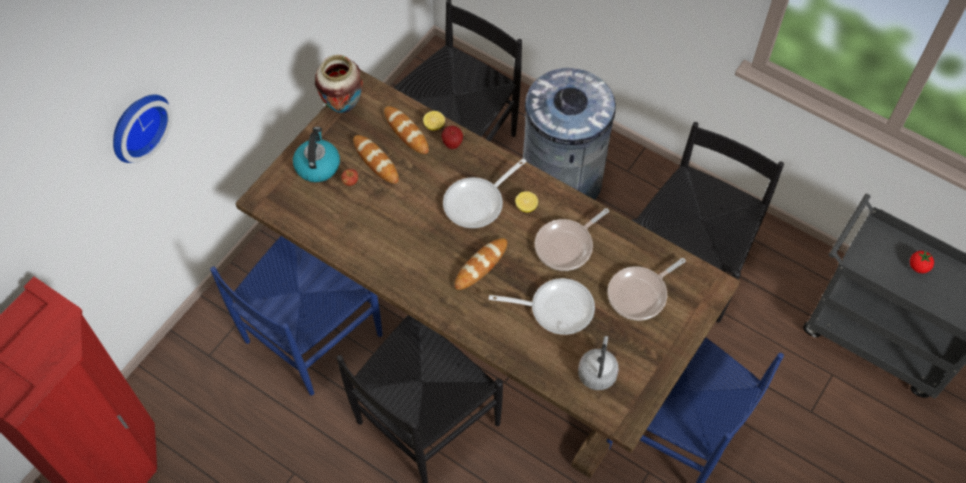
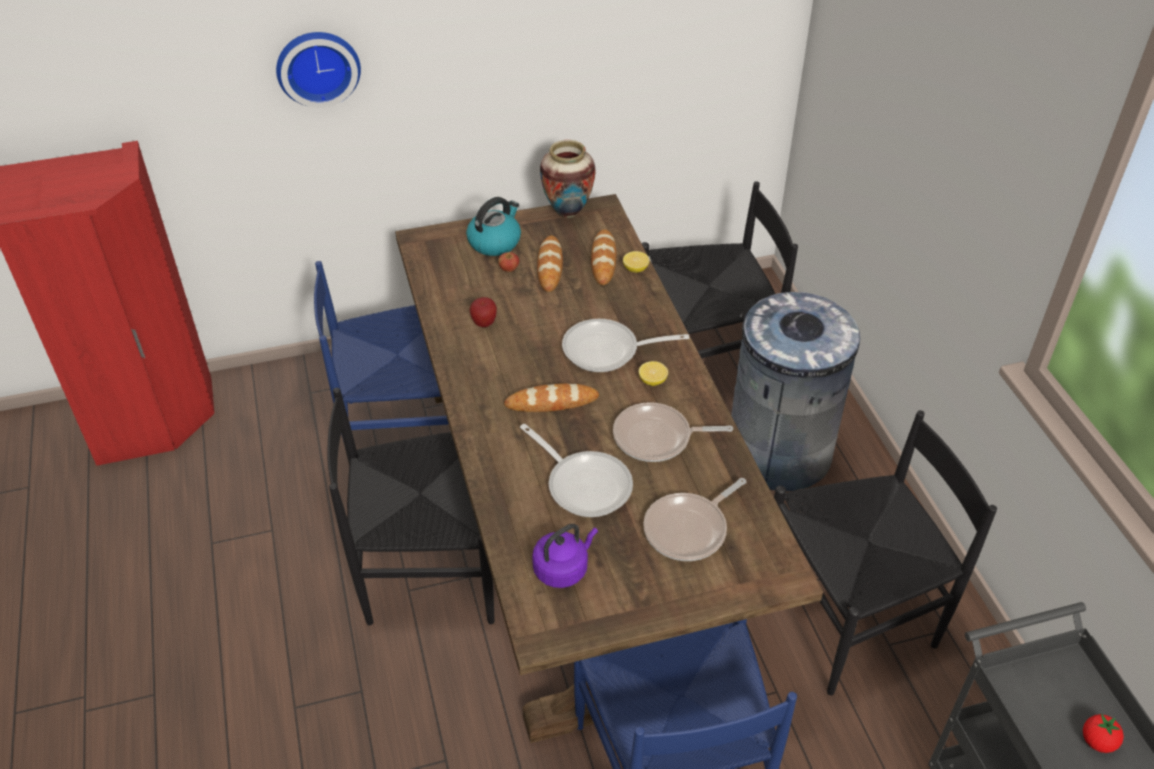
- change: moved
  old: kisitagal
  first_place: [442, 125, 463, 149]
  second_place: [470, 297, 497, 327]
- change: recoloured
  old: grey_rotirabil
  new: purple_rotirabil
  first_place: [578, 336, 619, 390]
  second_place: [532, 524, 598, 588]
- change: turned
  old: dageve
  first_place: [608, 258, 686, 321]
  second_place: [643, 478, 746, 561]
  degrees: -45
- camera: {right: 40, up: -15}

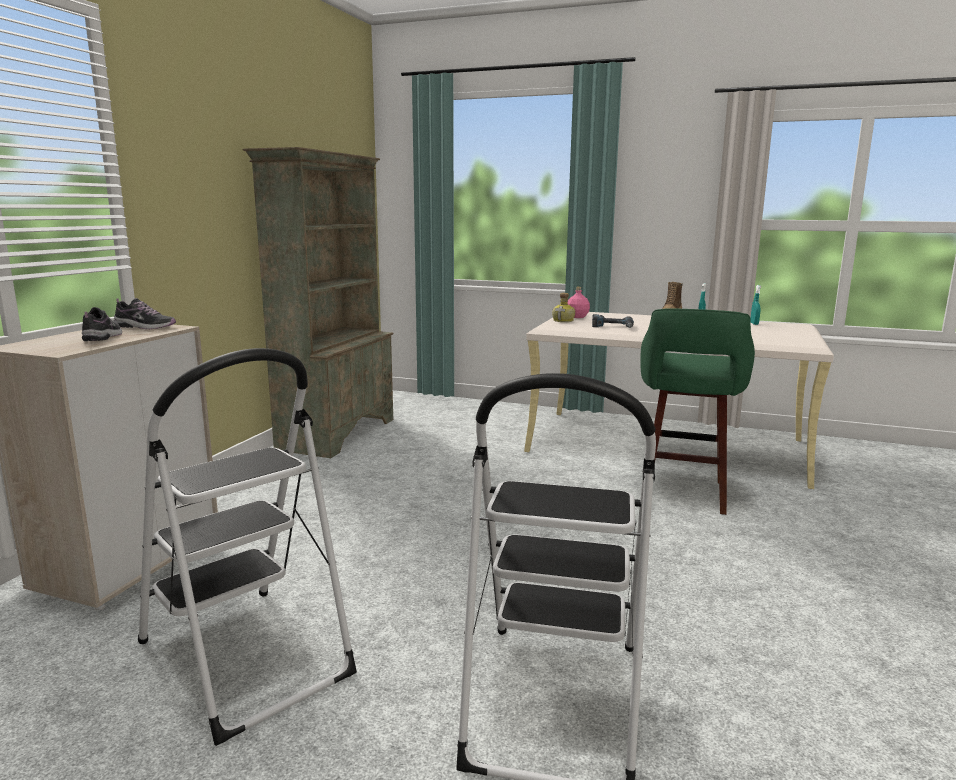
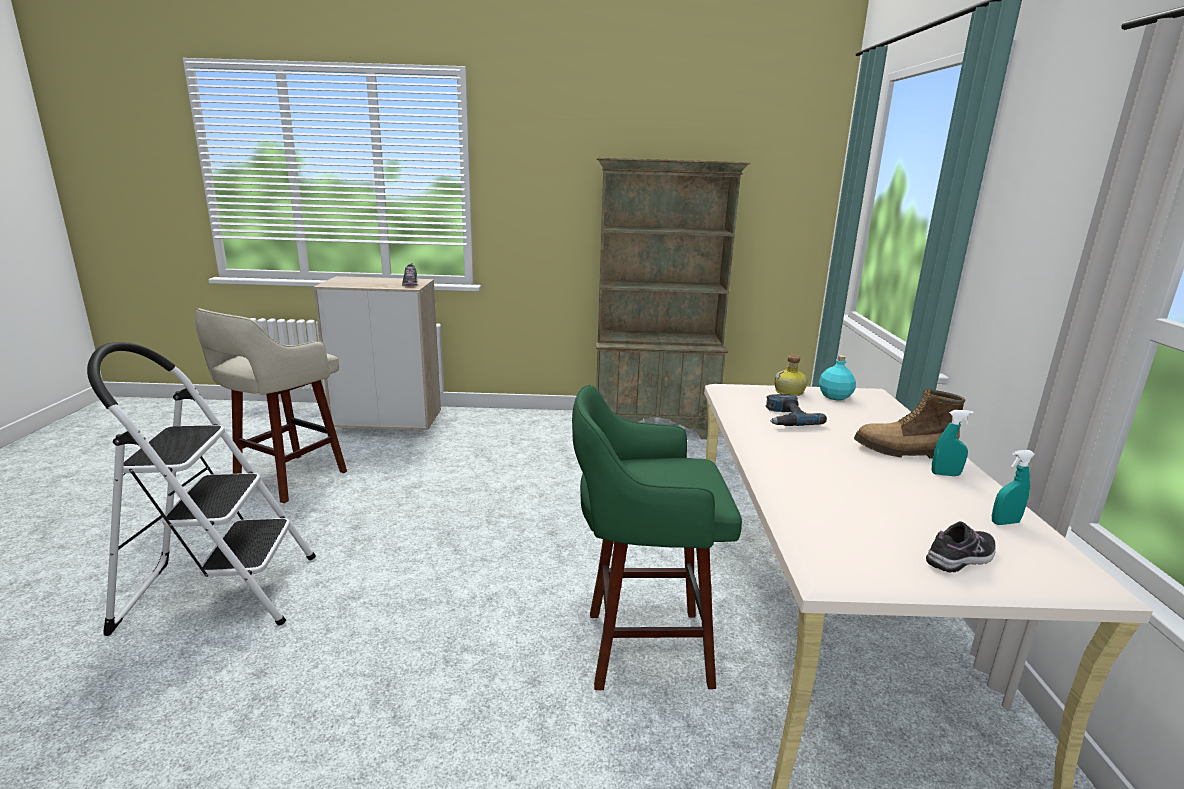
- change: replaced
  old: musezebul
  new: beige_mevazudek
  first_place: [138, 348, 357, 746]
  second_place: [195, 308, 347, 503]
- change: recoloured
  old: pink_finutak
  new: turquoise_finutak
  first_place: [568, 287, 590, 318]
  second_place: [819, 355, 856, 400]
- change: moved
  old: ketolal
  first_place: [82, 307, 122, 341]
  second_place: [926, 521, 996, 573]
- camera: {right: 70, up: 5}

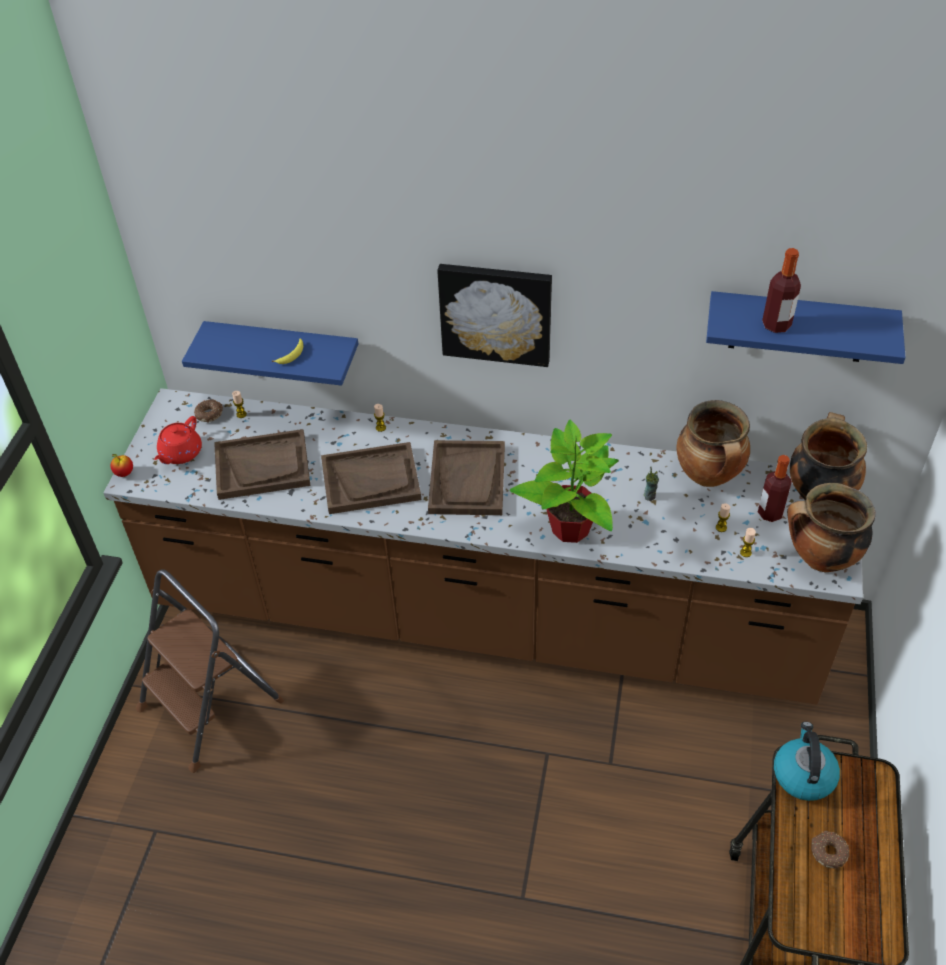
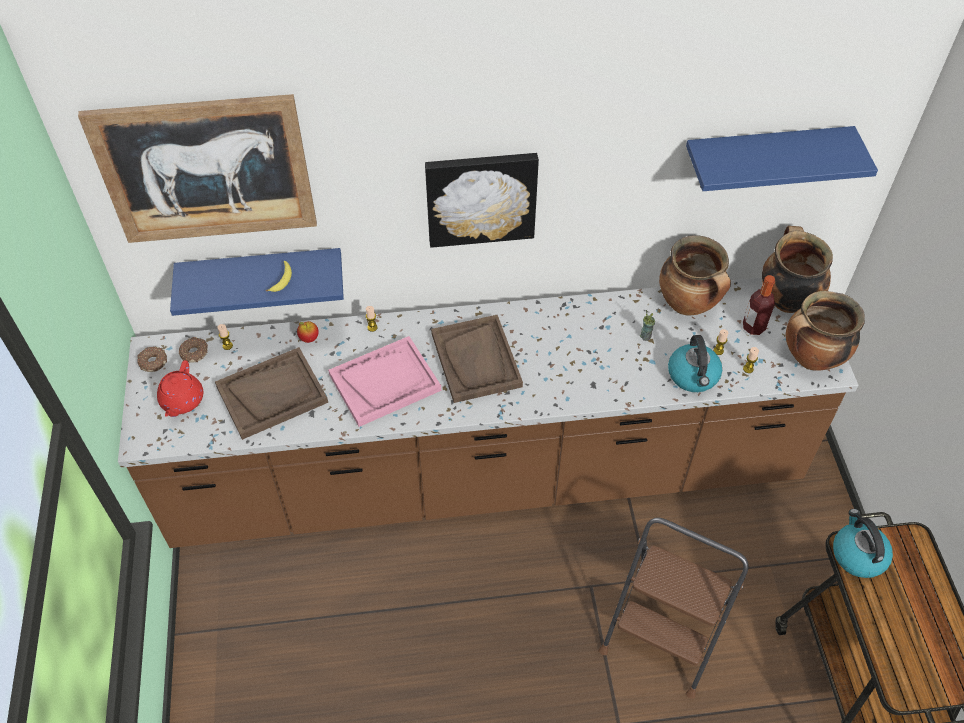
- change: added
  new: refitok
  second_place: [78, 94, 317, 243]
- change: moved
  old: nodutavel
  first_place: [811, 831, 849, 869]
  second_place: [137, 346, 167, 372]
- change: moved
  old: kisitagal
  first_place: [111, 454, 133, 477]
  second_place: [297, 321, 319, 343]
- change: recoloured
  old: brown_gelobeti
  new: pink_gelobeti
  first_place: [321, 442, 421, 514]
  second_place: [328, 336, 441, 427]
- change: moved
  old: brown_musezebul
  first_place: [136, 569, 284, 773]
  second_place: [598, 517, 749, 699]
- change: added
  new: rotirabil
  second_place: [668, 335, 722, 392]
- change: removed
  old: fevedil
  first_place: [510, 419, 619, 543]
- change: removed
  old: finutak
  first_place: [762, 248, 801, 333]
- camera: {right: -20, up: 5}

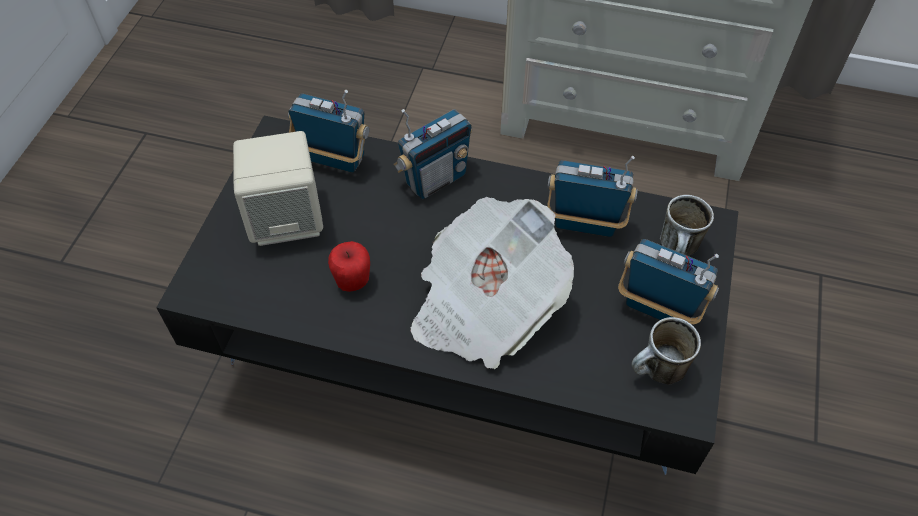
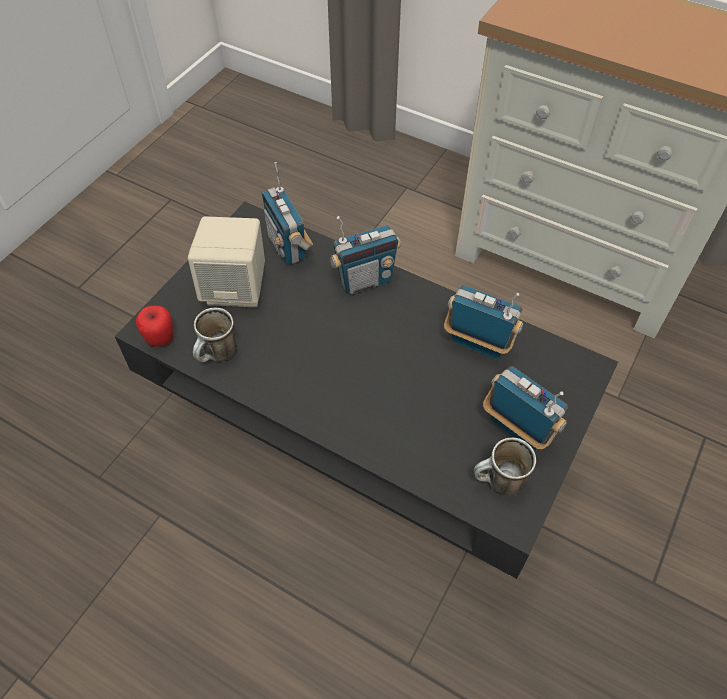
- change: moved
  old: kisitagal
  first_place: [328, 241, 370, 292]
  second_place: [136, 306, 173, 347]
- change: moved
  old: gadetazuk
  first_place: [660, 195, 714, 256]
  second_place: [193, 308, 237, 362]
- change: turned
  old: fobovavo
  first_place: [288, 90, 369, 173]
  second_place: [262, 162, 313, 265]
  degrees: -150
- change: removed
  old: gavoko
  first_place: [411, 197, 574, 369]
- camera: {right: 15, up: 0}

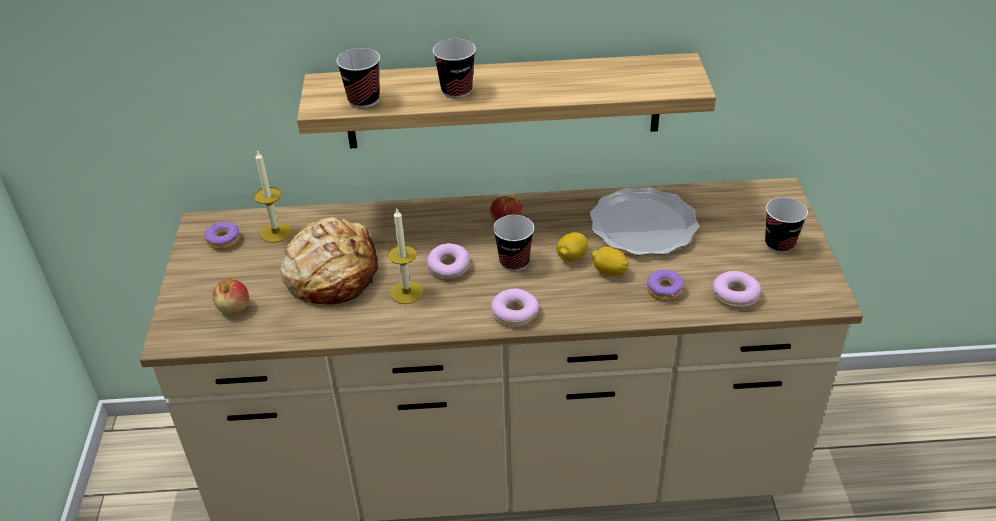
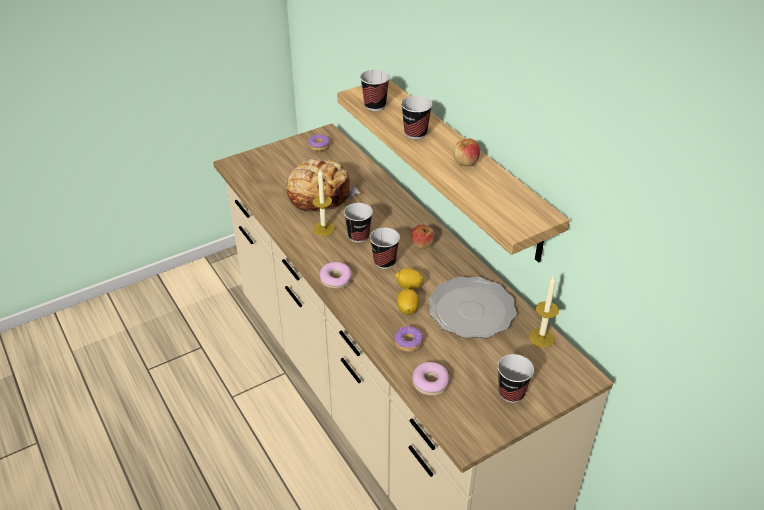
- change: replaced
  old: nodutavel
  new: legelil
  first_place: [427, 243, 470, 279]
  second_place: [344, 203, 373, 243]
- change: moved
  old: kisitagal
  first_place: [212, 279, 249, 315]
  second_place: [453, 138, 480, 166]
- change: moved
  old: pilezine
  first_place: [254, 150, 292, 243]
  second_place: [529, 276, 559, 348]
- camera: {right: 60, up: 0}

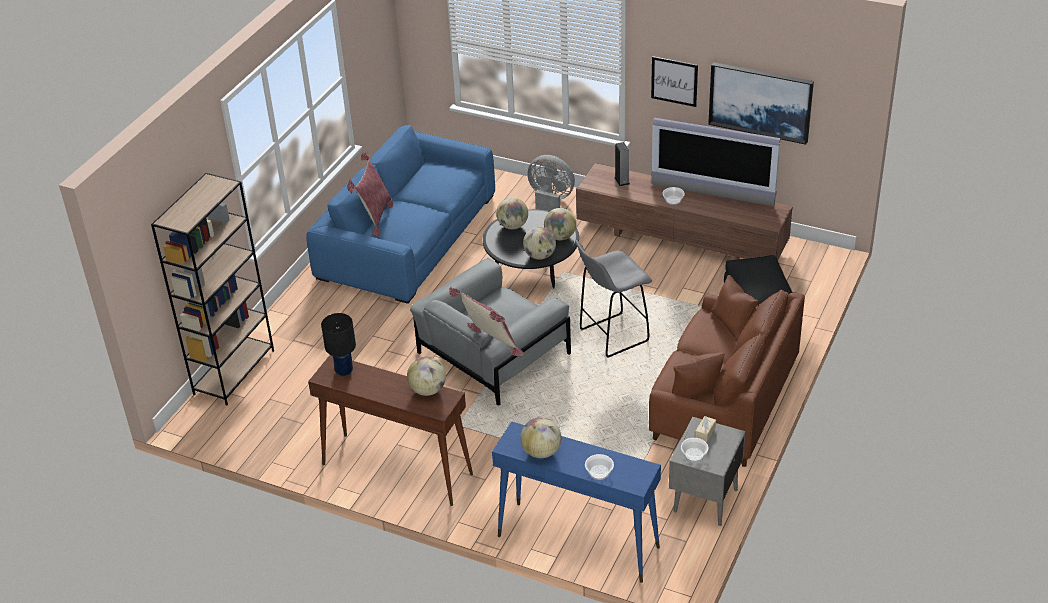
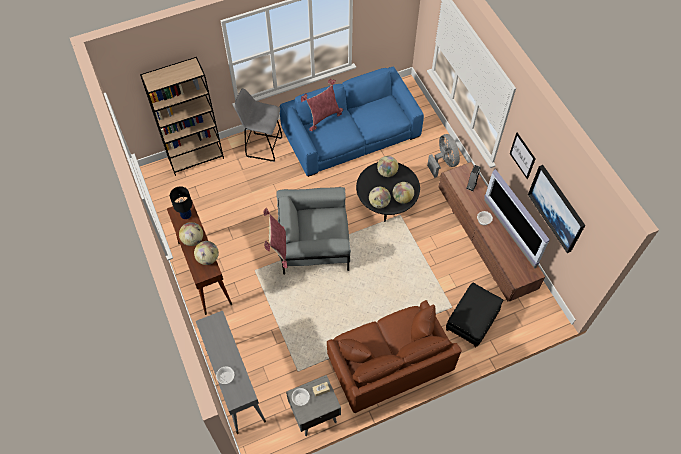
- change: moved
  old: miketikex
  first_place: [520, 417, 561, 458]
  second_place: [179, 222, 203, 246]
- change: recoloured
  old: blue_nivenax
  new: grey_nivenax
  first_place: [492, 421, 661, 583]
  second_place: [196, 311, 266, 434]
- change: moved
  old: grey_mevazudek
  first_place: [575, 240, 652, 358]
  second_place: [235, 88, 282, 162]
- camera: {right: 40, up: 20}

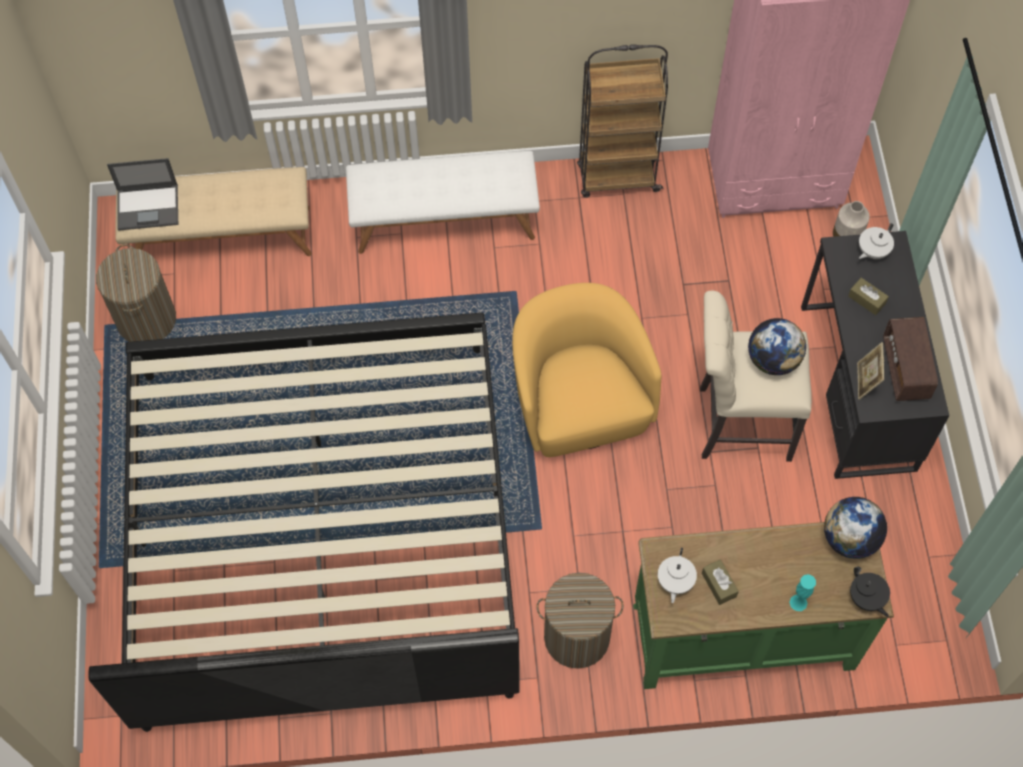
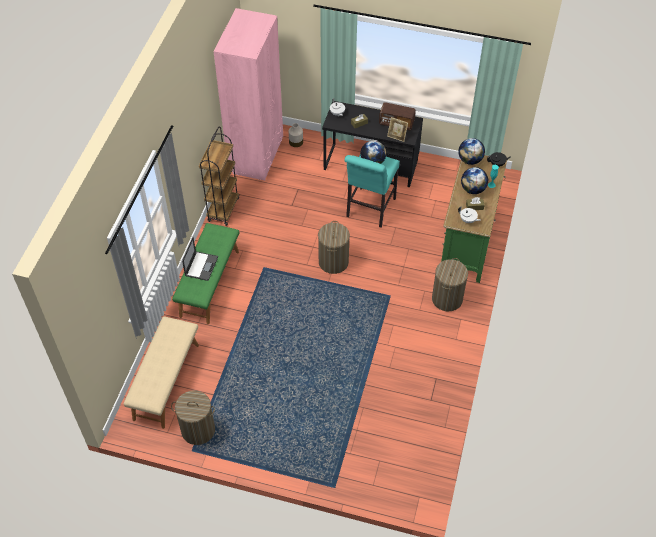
- change: recoloured
  old: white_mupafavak
  new: green_mupafavak
  first_place: [346, 151, 540, 254]
  second_place: [172, 223, 239, 324]
- change: moved
  old: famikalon
  first_place: [107, 158, 178, 231]
  second_place: [182, 237, 218, 281]
- change: replaced
  old: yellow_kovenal
  new: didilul
  first_place: [512, 283, 661, 457]
  second_place: [318, 221, 350, 274]
- change: recoloured
  old: beige_mevazudek
  new: turquoise_mevazudek
  first_place: [700, 291, 812, 462]
  second_place: [345, 155, 400, 228]
- change: added
  new: miketikex
  second_place: [461, 167, 488, 194]
- change: removed
  old: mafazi
  first_place: [89, 313, 520, 732]
- camera: {right: -70, up: -10}

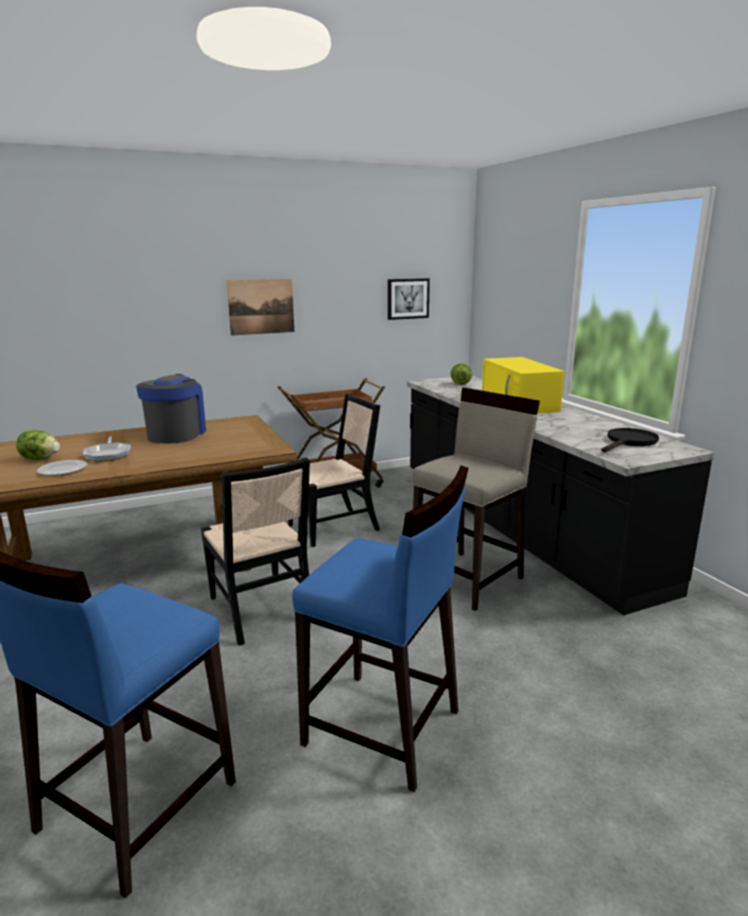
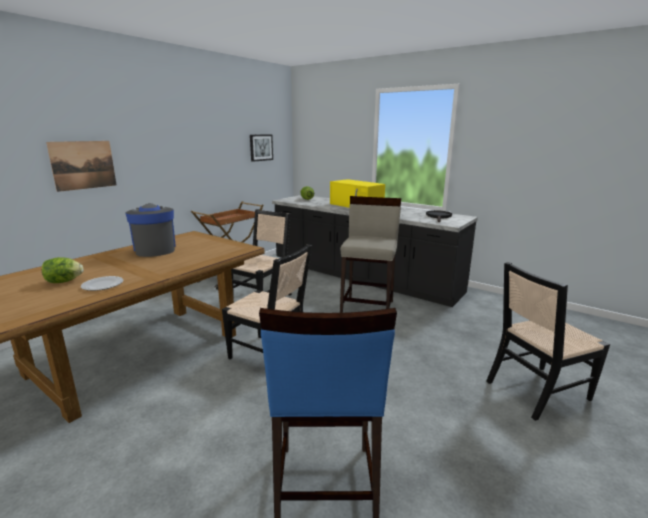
- change: moved
  old: refitok
  first_place: [226, 279, 294, 336]
  second_place: [46, 141, 117, 192]
- change: added
  new: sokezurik
  second_place: [486, 262, 610, 421]
- change: removed
  old: dageve
  first_place: [83, 436, 130, 462]
- change: removed
  old: blue_mevazudek
  first_place: [292, 466, 468, 792]
- camera: {right: -30, up: 0}

